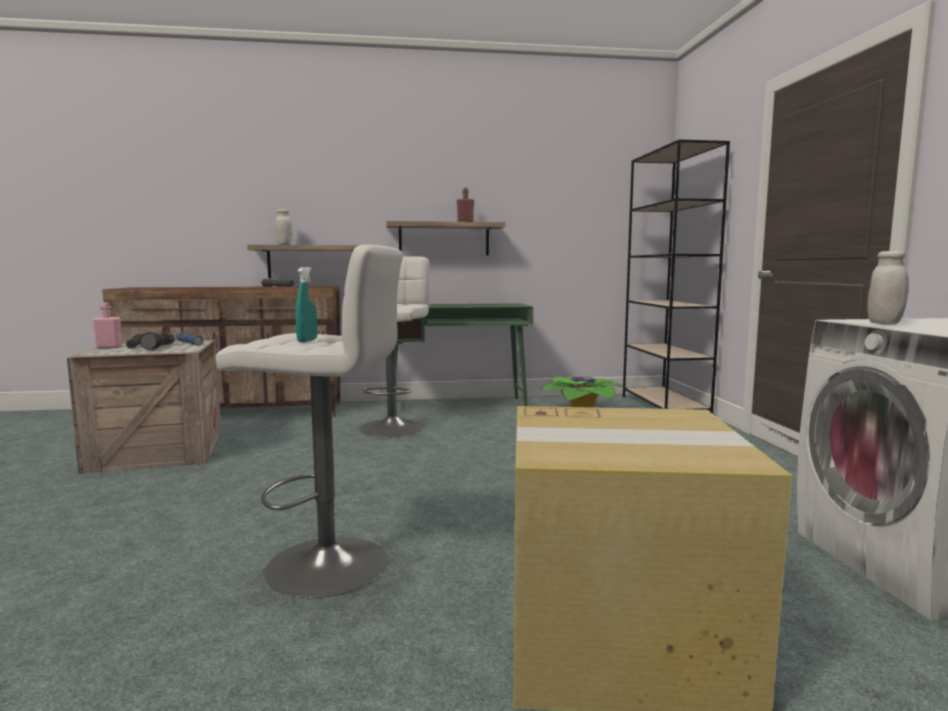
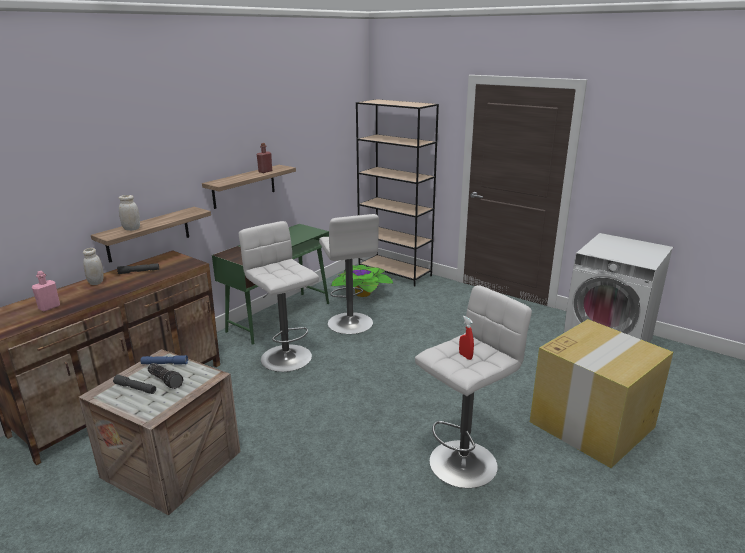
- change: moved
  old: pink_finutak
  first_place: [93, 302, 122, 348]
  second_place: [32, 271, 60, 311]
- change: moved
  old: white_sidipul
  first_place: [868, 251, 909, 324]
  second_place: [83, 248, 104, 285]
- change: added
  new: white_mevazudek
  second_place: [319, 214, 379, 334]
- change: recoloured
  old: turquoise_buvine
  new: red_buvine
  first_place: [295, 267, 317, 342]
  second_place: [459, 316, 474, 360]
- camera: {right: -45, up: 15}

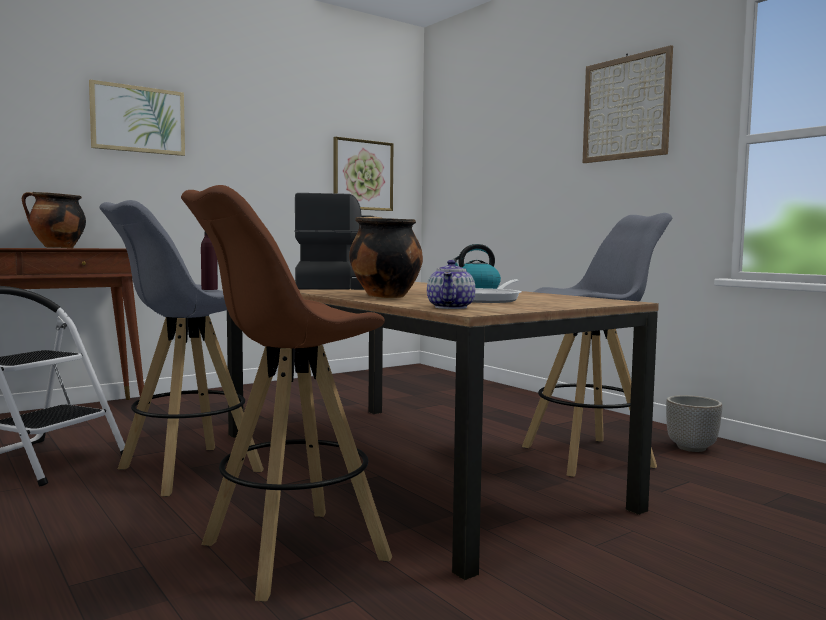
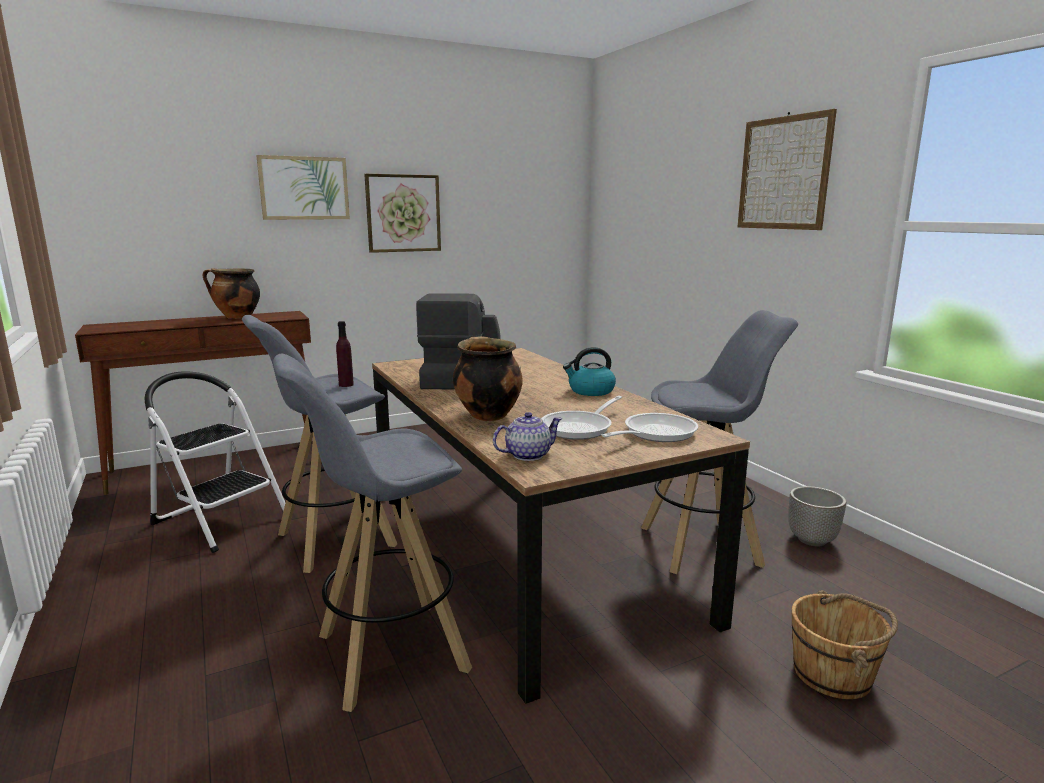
- change: recoloured
  old: brown_mevazudek
  new: grey_mevazudek
  first_place: [181, 185, 392, 602]
  second_place: [273, 354, 472, 712]
- change: moved
  old: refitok
  first_place: [333, 137, 393, 211]
  second_place: [364, 174, 441, 253]
- change: turned
  old: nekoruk
  first_place: [427, 260, 475, 309]
  second_place: [493, 412, 562, 461]
  degrees: -135
- change: added
  new: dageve
  second_place: [601, 413, 698, 442]
- change: added
  new: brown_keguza
  second_place: [791, 590, 898, 699]
- camera: {right: 10, up: 10}

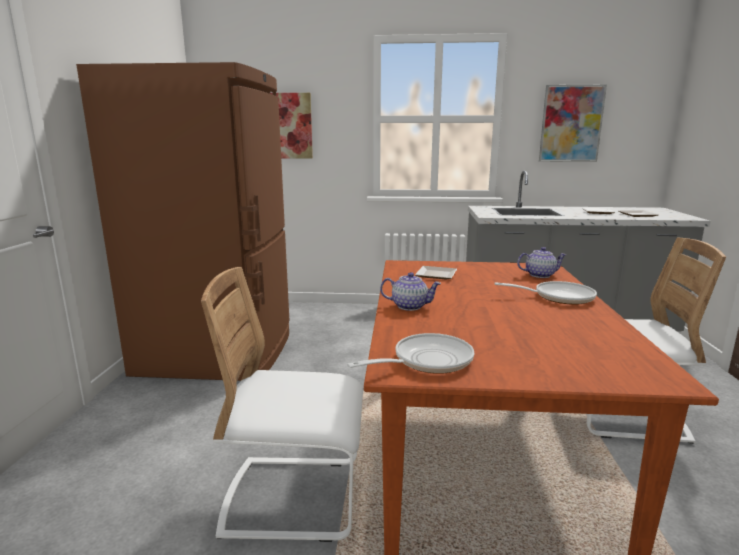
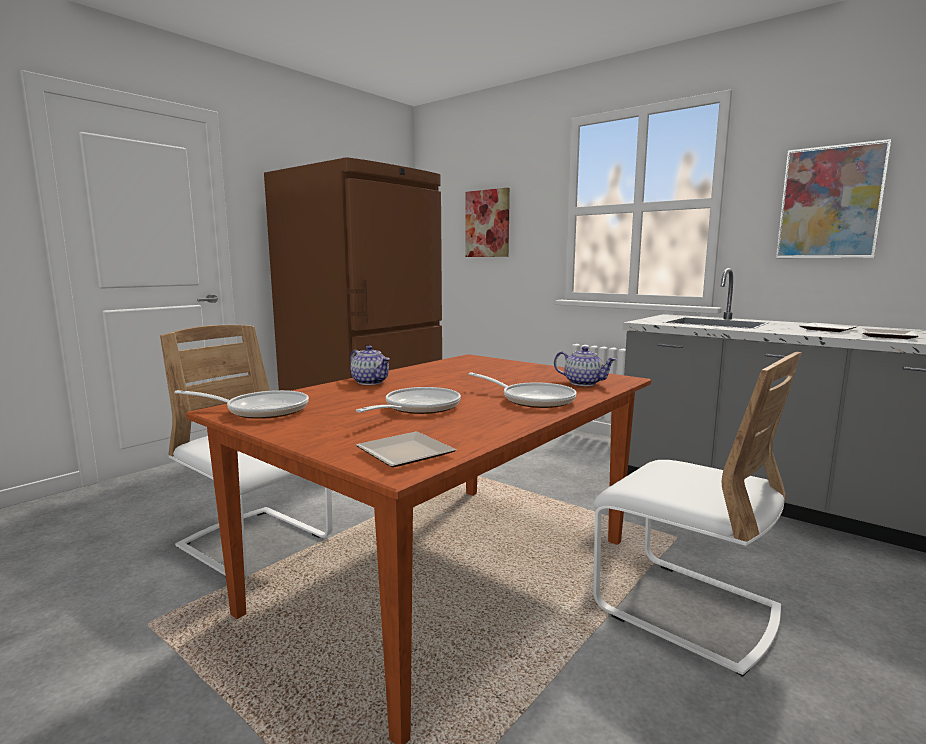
- change: added
  new: dageve
  second_place: [356, 387, 461, 414]
- change: moved
  old: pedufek
  first_place: [415, 266, 457, 280]
  second_place: [356, 431, 456, 467]
- camera: {right: 35, up: -5}

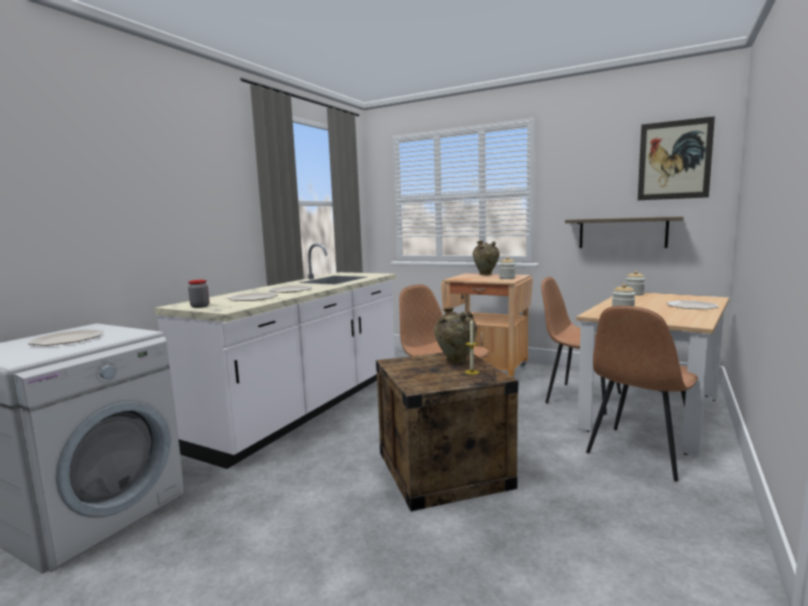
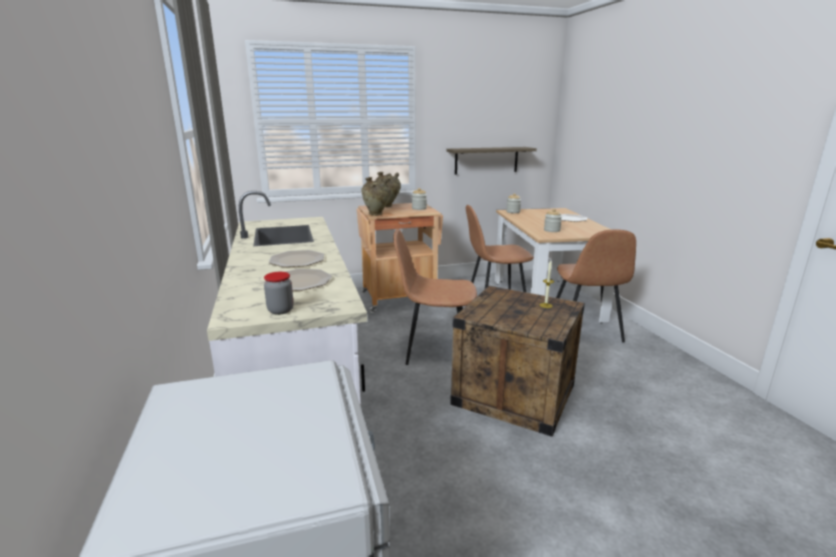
- change: moved
  old: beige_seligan
  first_place: [434, 307, 477, 364]
  second_place: [361, 177, 391, 216]
- change: removed
  old: pedufek
  first_place: [28, 329, 103, 346]
- change: removed
  old: refitok
  first_place: [638, 116, 715, 200]
- camera: {right: -45, up: 10}

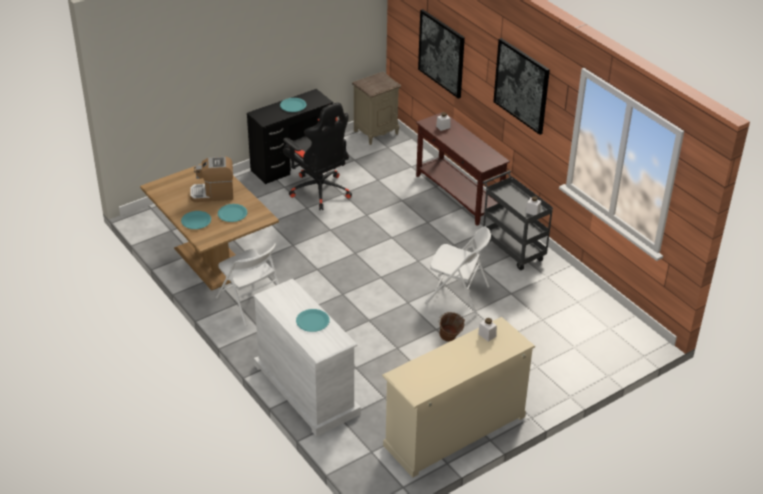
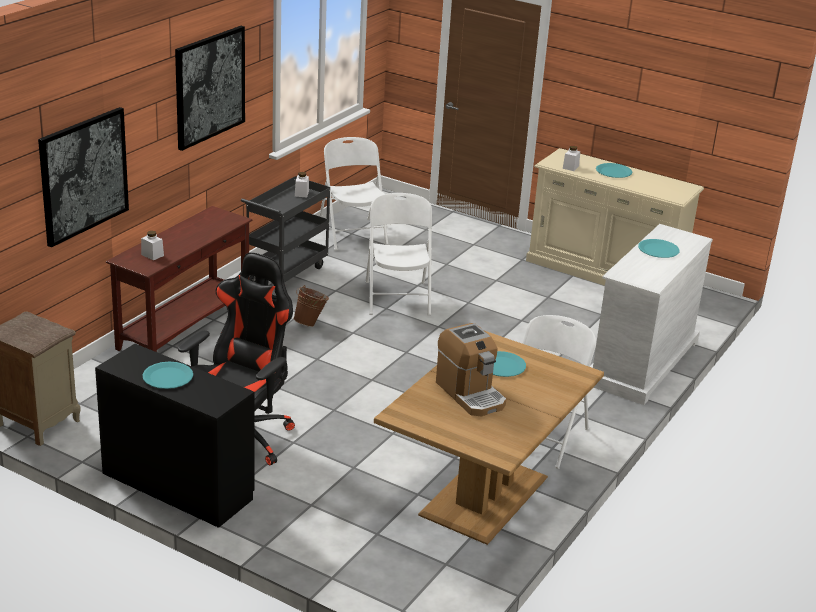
- change: moved
  old: brown_keguza
  first_place: [439, 312, 465, 342]
  second_place: [293, 285, 329, 327]
- change: added
  new: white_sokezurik
  second_place: [319, 137, 389, 251]
- change: moved
  old: turquoise_pedufek
  first_place: [181, 211, 211, 229]
  second_place: [596, 163, 632, 178]
- camera: {right: -115, up: -10}

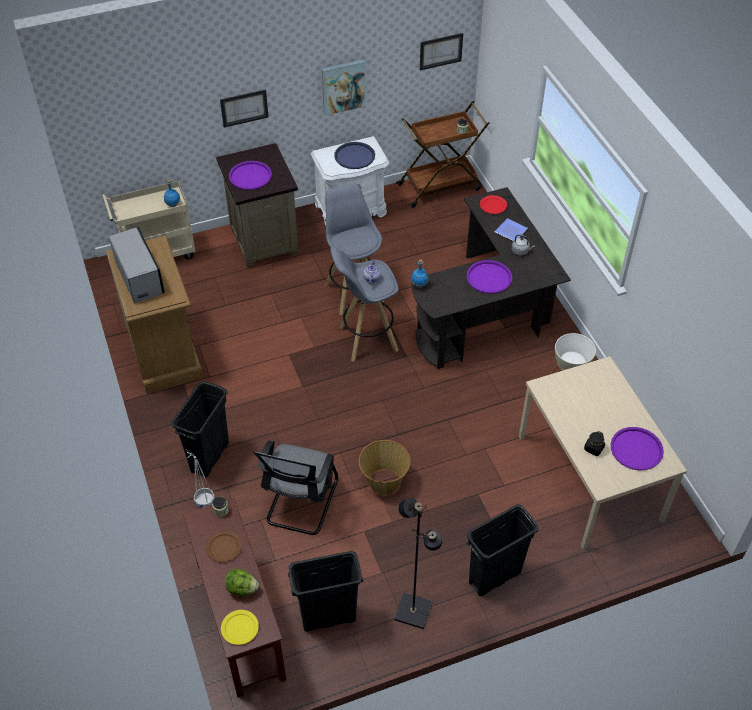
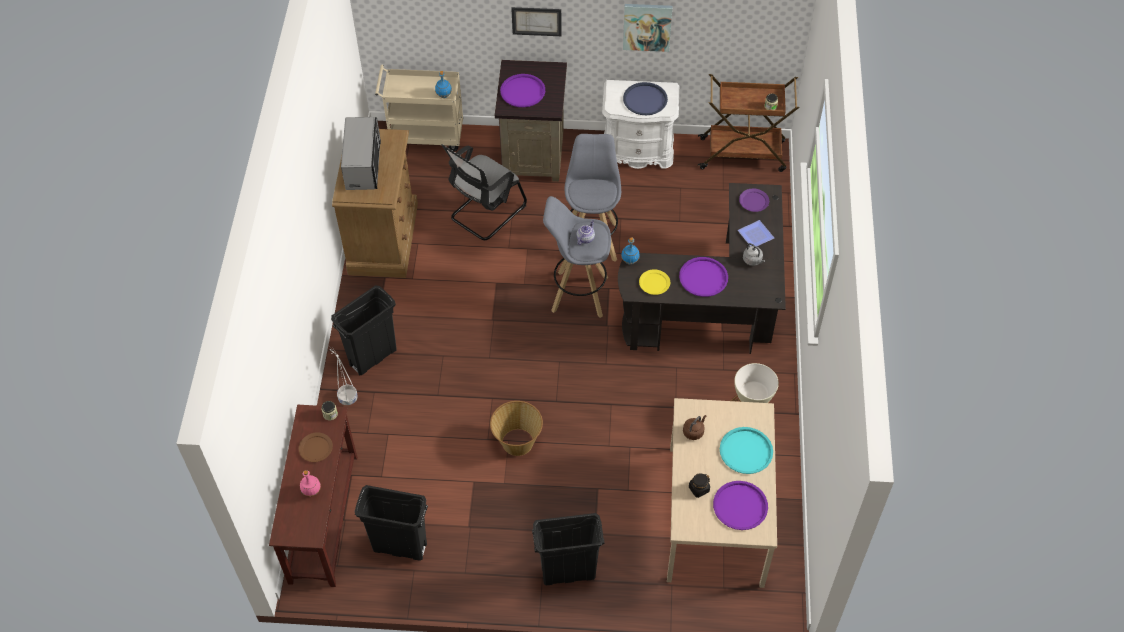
- change: replaced
  old: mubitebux
  new: pink_finutak
  first_place: [225, 569, 259, 596]
  second_place: [300, 470, 321, 497]
- change: moved
  old: sokezurik
  first_place: [253, 441, 338, 535]
  second_place: [441, 144, 527, 240]
- change: moved
  old: yellow_pedufek
  first_place: [221, 610, 259, 645]
  second_place: [639, 269, 670, 295]
- change: added
  new: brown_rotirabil
  second_place: [683, 415, 707, 440]
- change: added
  new: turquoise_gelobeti
  second_place: [720, 427, 773, 474]
- change: recoloured
  old: red_pedufek
  new: purple_pedufek
  first_place: [480, 195, 507, 214]
  second_place: [739, 189, 769, 212]
- change: removed
  old: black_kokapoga
  first_place: [394, 498, 442, 629]
- change: removed
  old: refitok
  first_place: [420, 33, 463, 71]
- camera: {right: 25, up: 5}

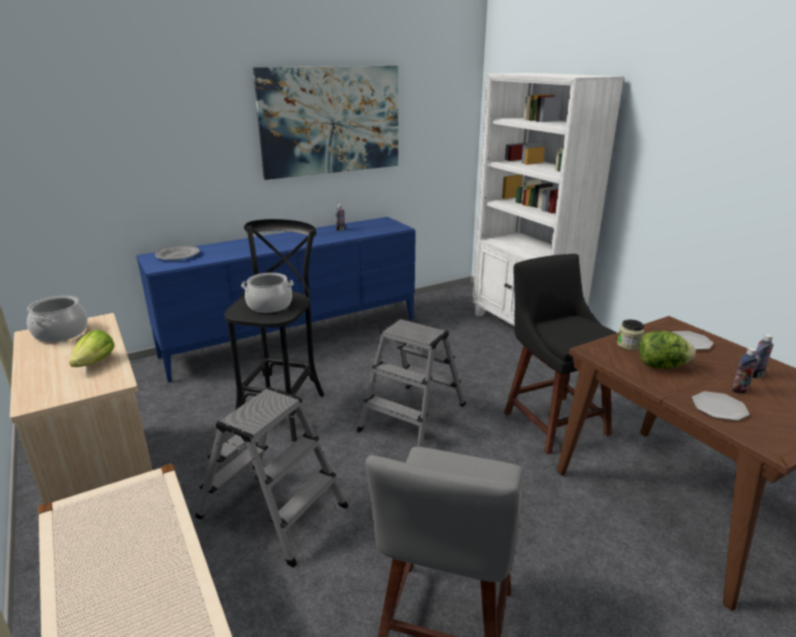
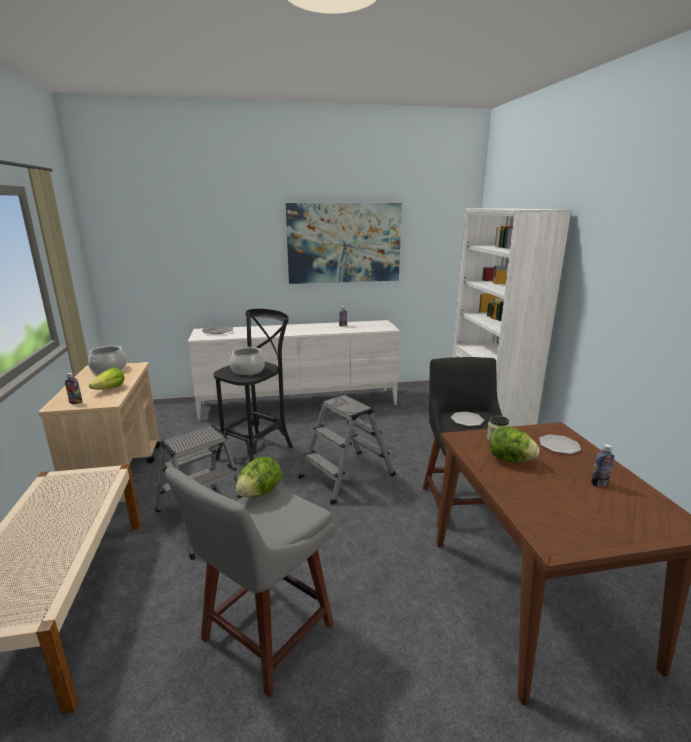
- change: moved
  old: finutak
  first_place: [732, 347, 758, 393]
  second_place: [65, 373, 82, 404]
- change: recoloured
  old: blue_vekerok
  new: white_vekerok
  first_place: [136, 217, 416, 383]
  second_place: [188, 320, 400, 420]
- change: added
  new: mubitebux
  second_place: [236, 457, 282, 498]
- change: moved
  old: pedufek
  first_place: [692, 391, 750, 421]
  second_place: [451, 412, 484, 426]
- camera: {right: 20, up: -5}

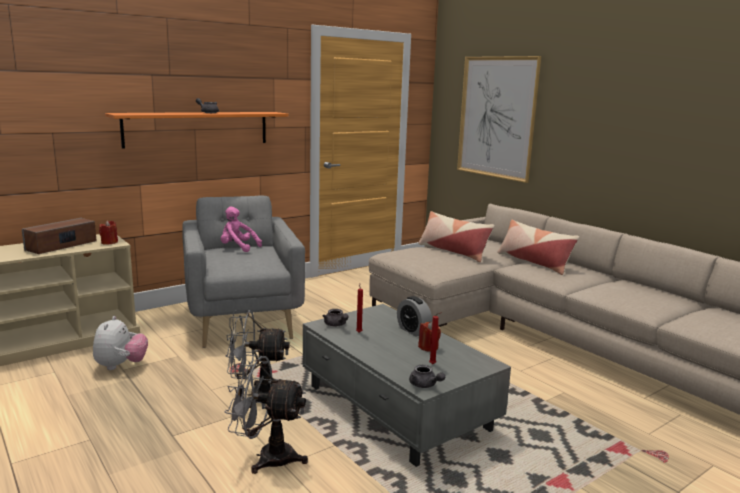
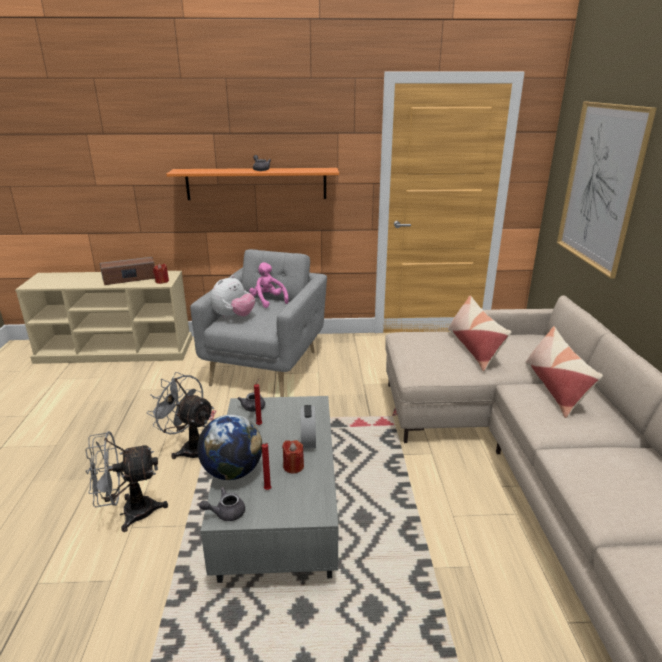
- change: turned
  old: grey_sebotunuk
  first_place: [225, 354, 308, 474]
  second_place: [85, 431, 168, 532]
  degrees: -60
- change: added
  new: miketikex
  second_place: [197, 415, 263, 480]
- change: turned
  old: grey_nekoruk
  first_place: [409, 365, 445, 388]
  second_place: [199, 487, 245, 521]
  degrees: 75
- change: moved
  old: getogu
  first_place: [93, 316, 148, 370]
  second_place: [211, 275, 255, 319]
- camera: {right: 35, up: 10}

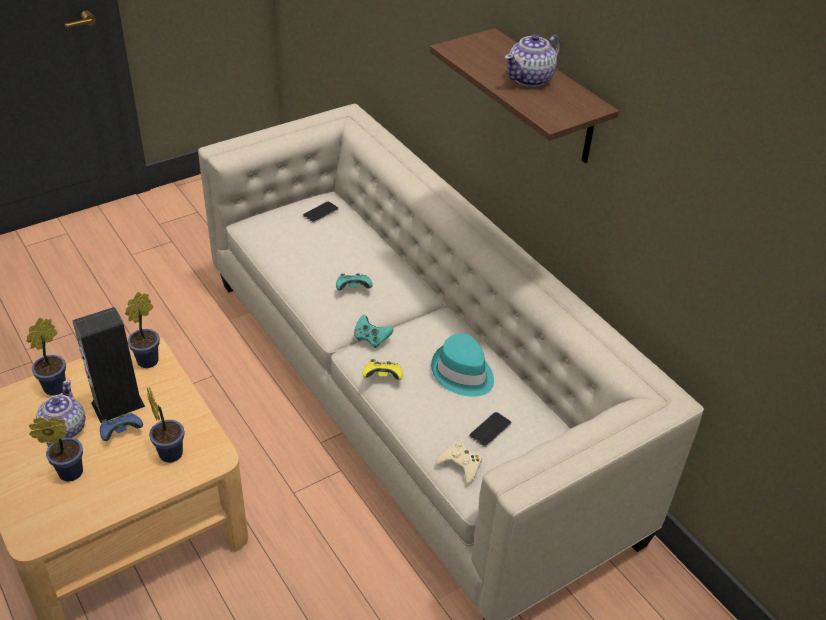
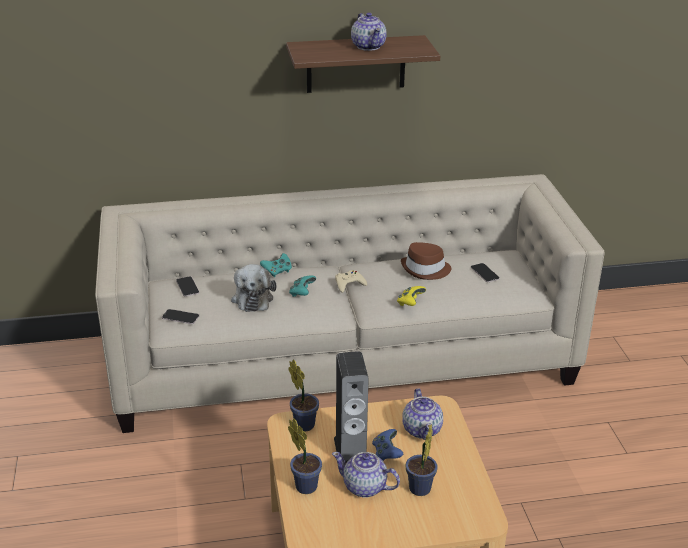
- change: added
  new: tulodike
  second_place: [162, 309, 199, 324]
- change: added
  new: getogu
  second_place: [231, 264, 276, 312]
- change: moved
  old: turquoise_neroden
  first_place: [354, 315, 394, 348]
  second_place: [260, 253, 292, 277]
- change: moved
  old: beige_neroden
  first_place: [436, 442, 482, 484]
  second_place: [335, 270, 367, 293]
- change: recoloured
  old: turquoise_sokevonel
  new: brown_sokevonel
  first_place: [431, 333, 494, 397]
  second_place: [401, 242, 451, 280]
- change: replaced
  old: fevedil
  new: nekoruk
  first_place: [147, 386, 184, 463]
  second_place: [402, 388, 443, 440]
- camera: {right: -65, up: -10}

